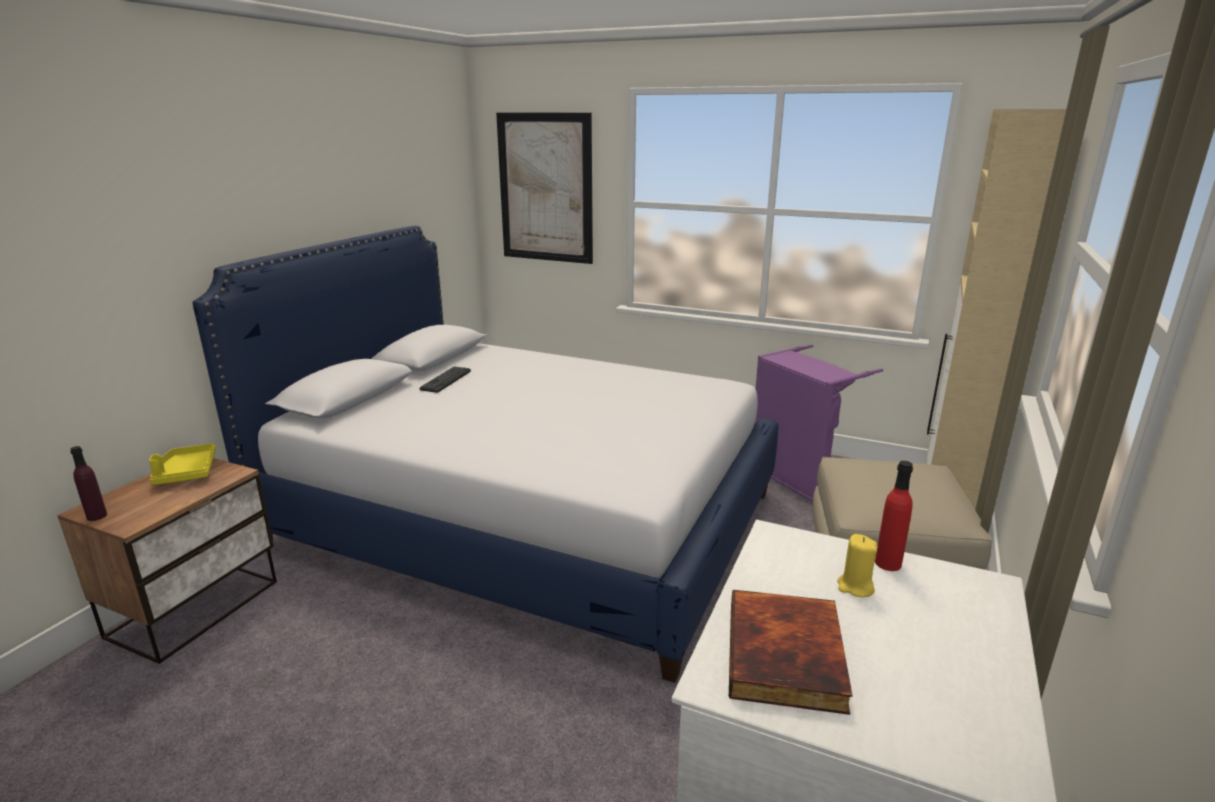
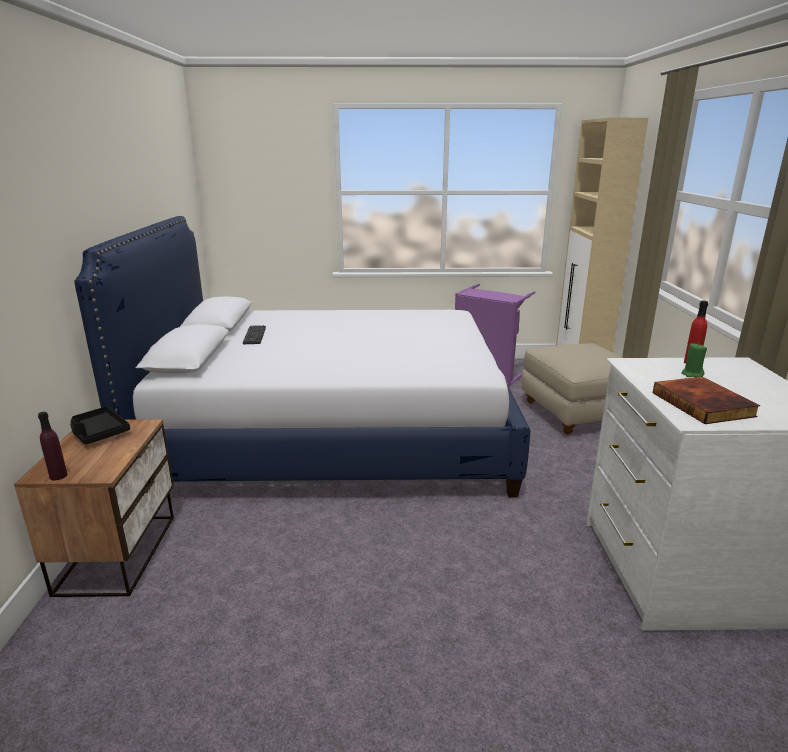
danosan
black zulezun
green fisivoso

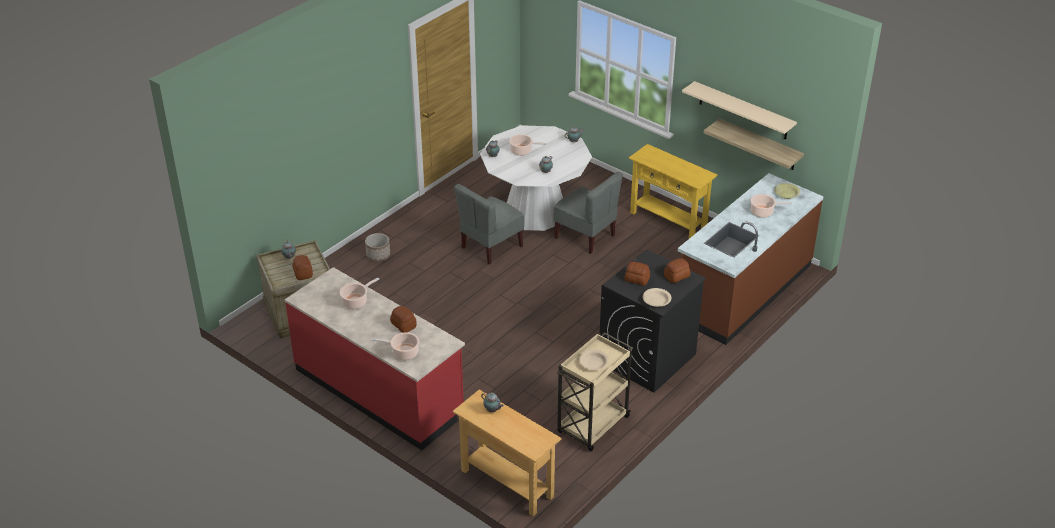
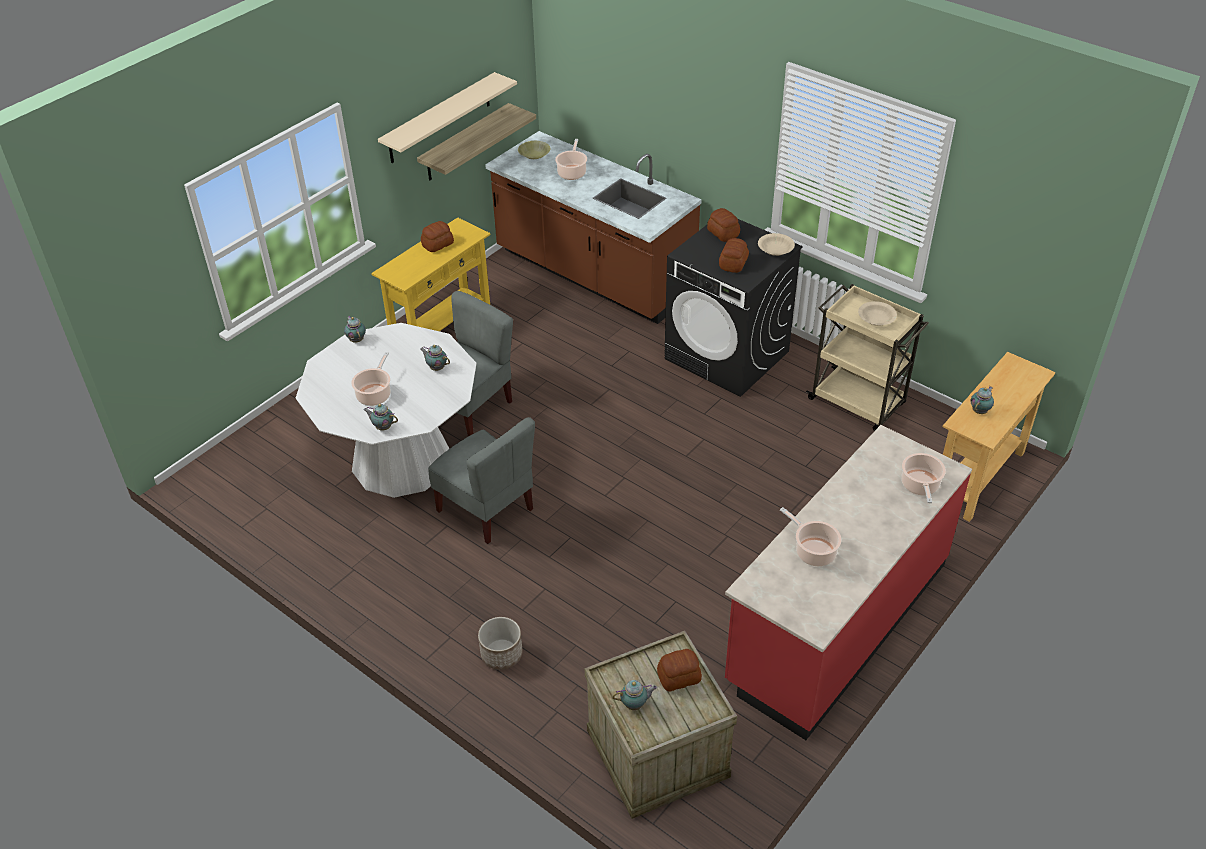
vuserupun (1st from left)

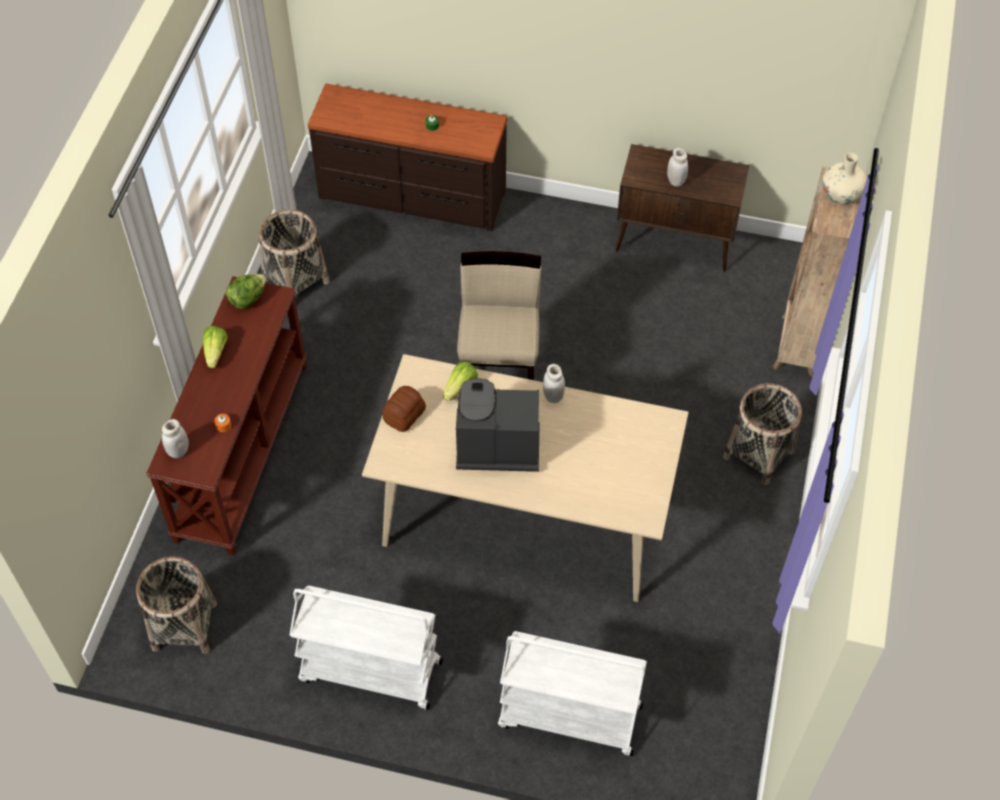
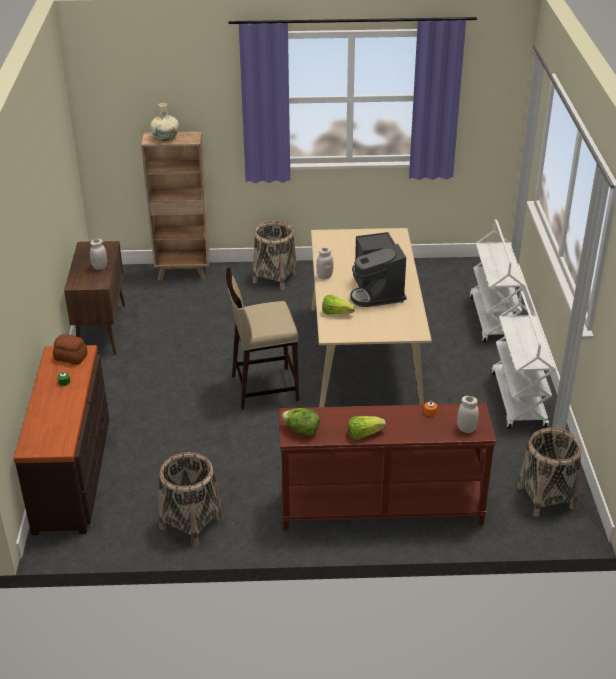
vuserupun

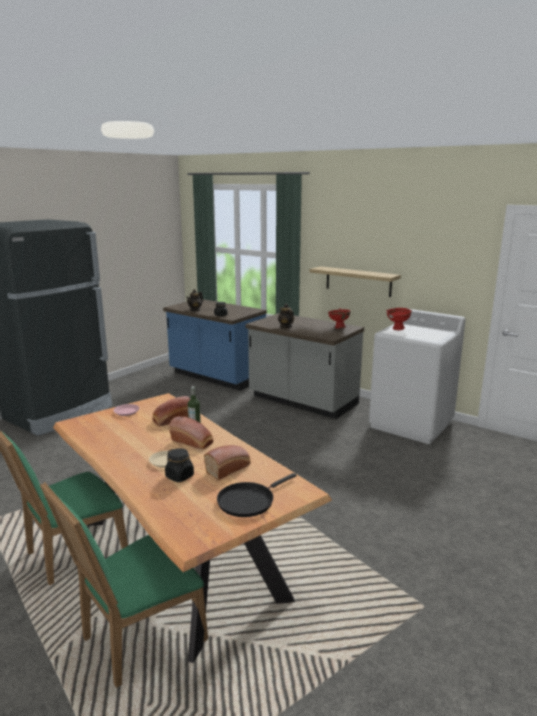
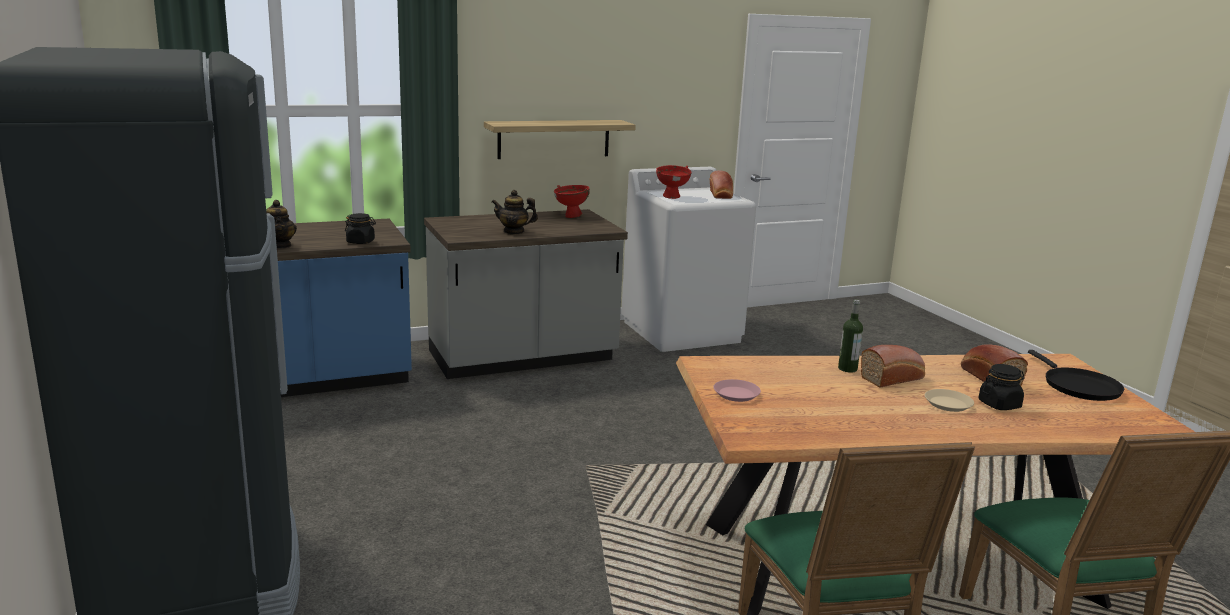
vuserupun (1st from left)

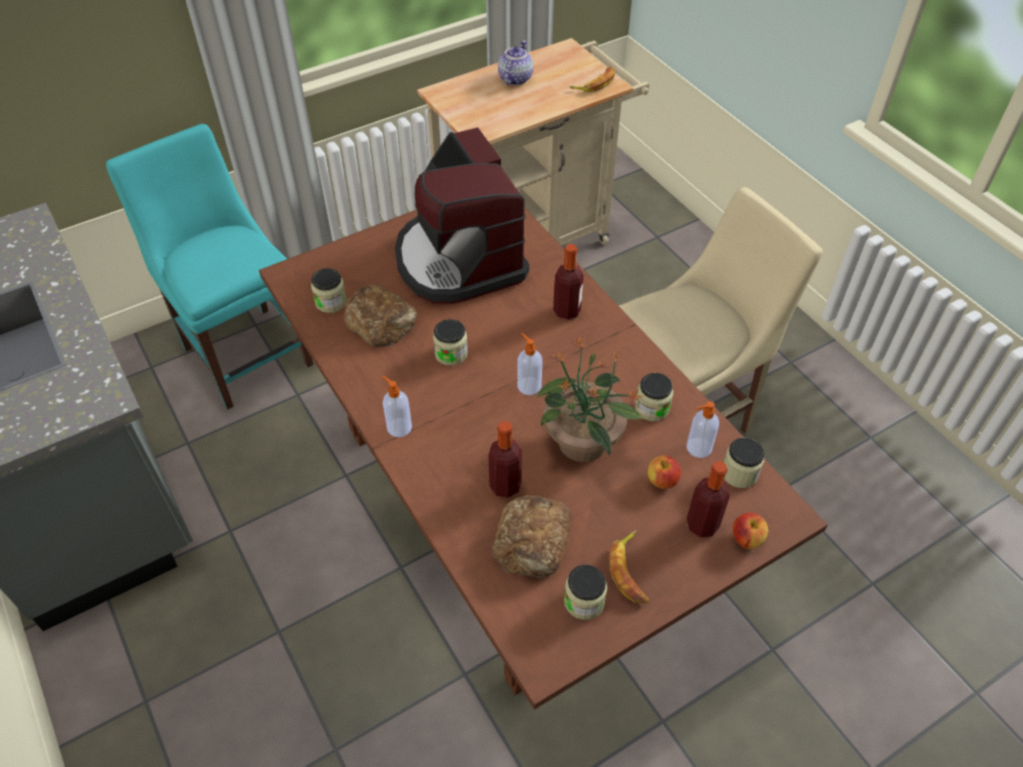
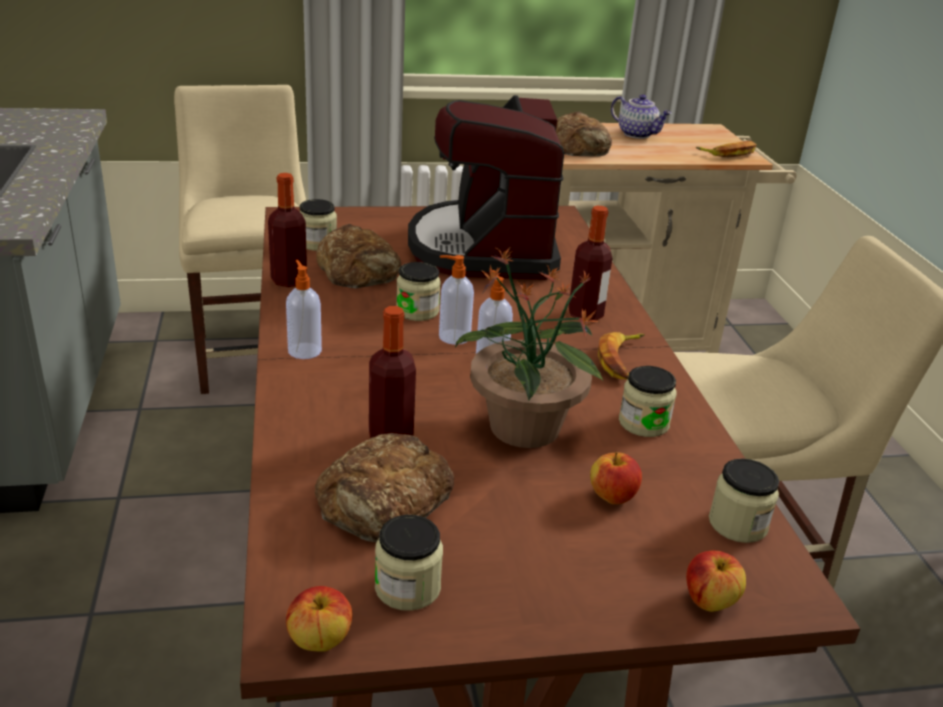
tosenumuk (1st from left)
vuserupun (3rd from left)
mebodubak (1st from left)
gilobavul (1st from left)
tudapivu (2nd from left)
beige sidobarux (1st from left)
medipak

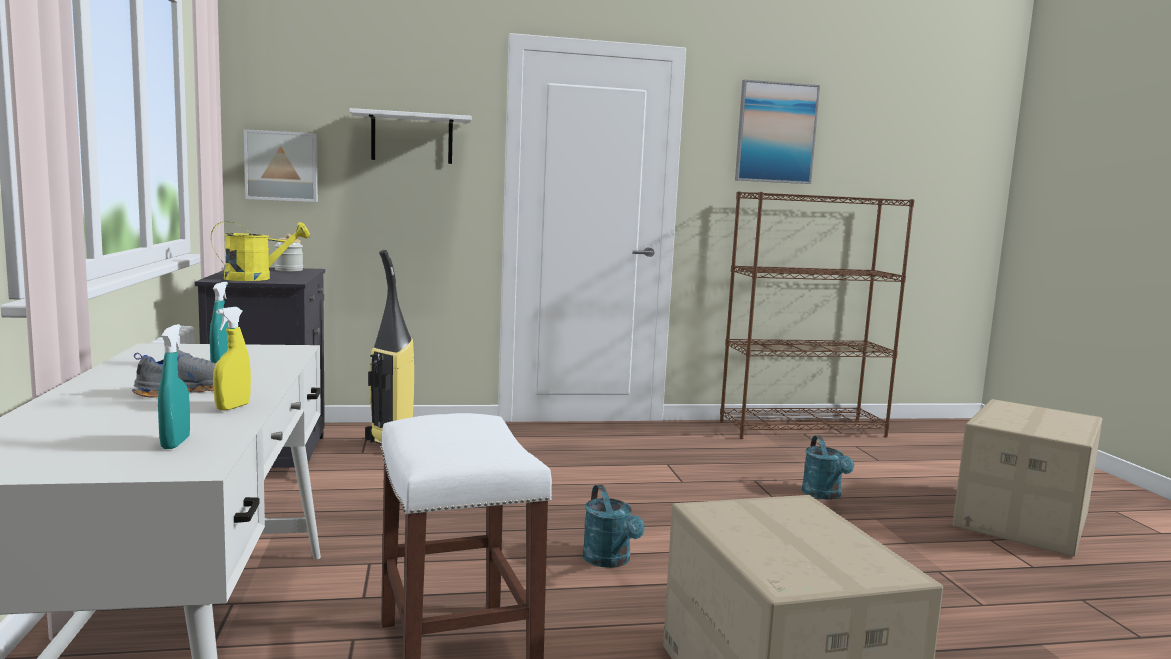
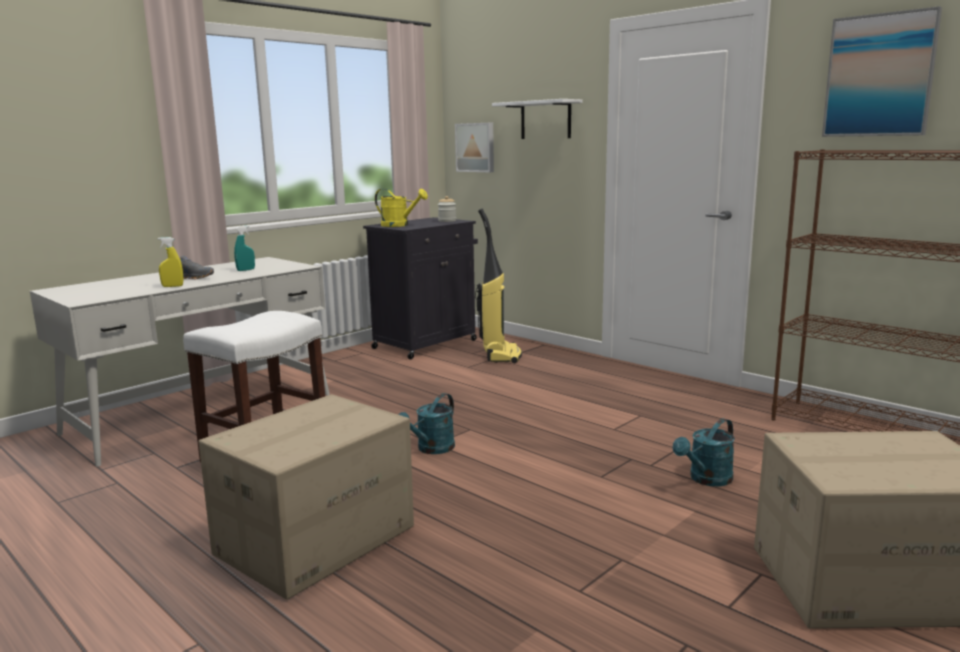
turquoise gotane (1st from left in the first image)

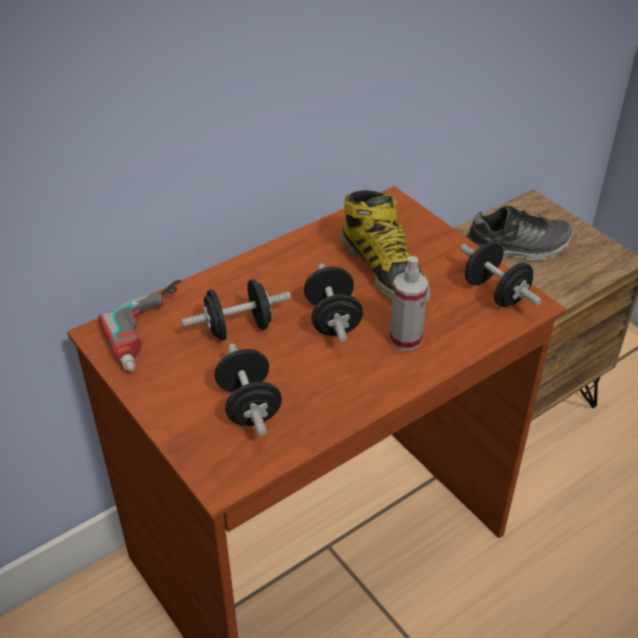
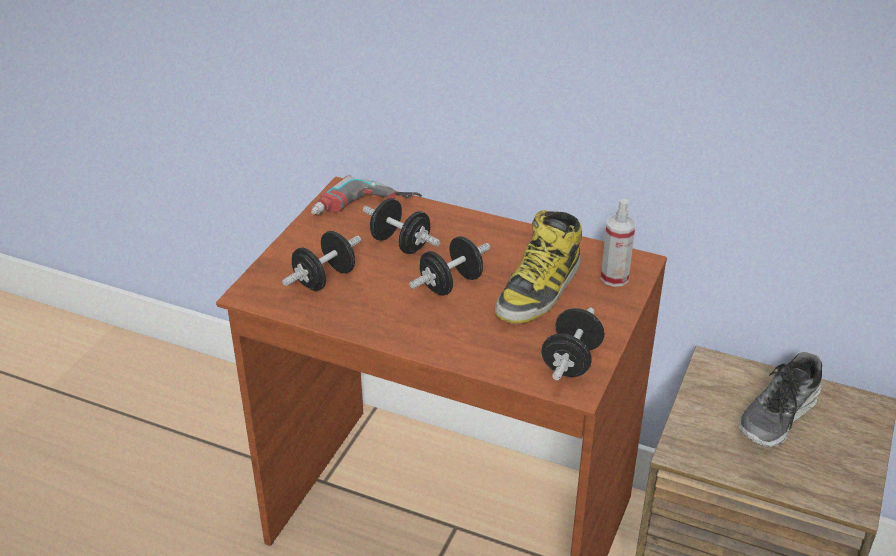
gotane
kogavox

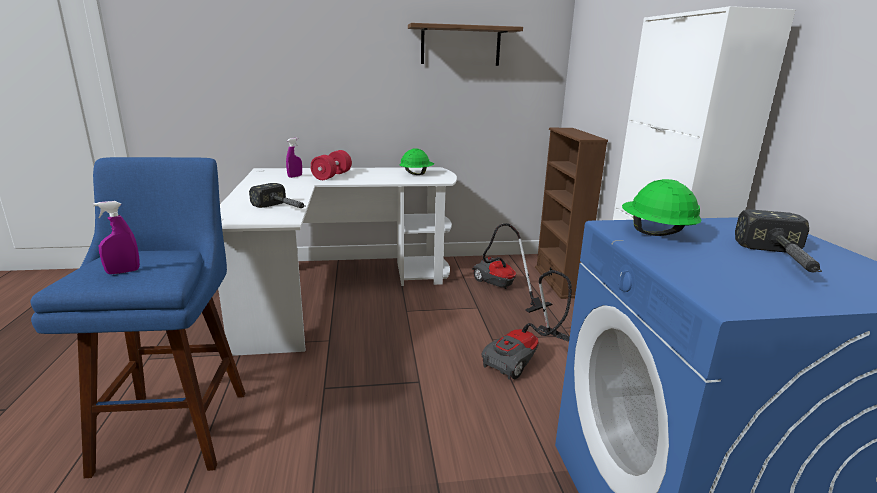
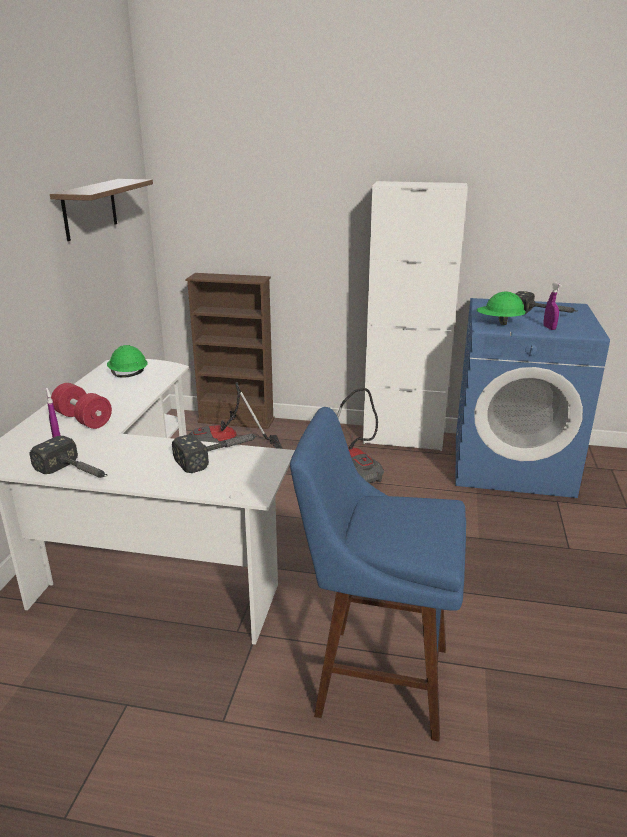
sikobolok (1st from left)
purple gotane (2nd from left)

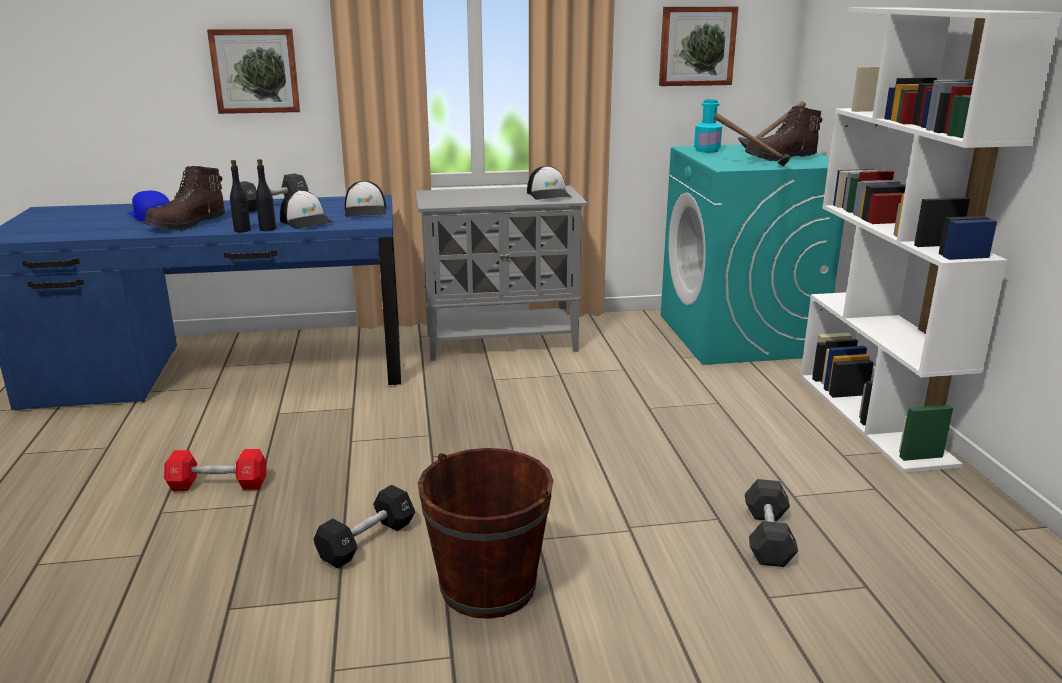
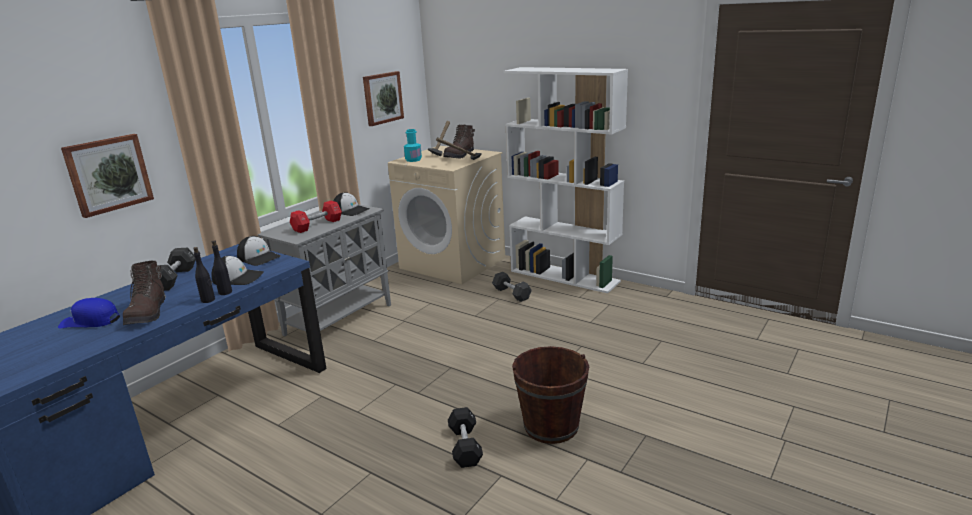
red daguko
black daguko (3rd from left)
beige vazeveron

